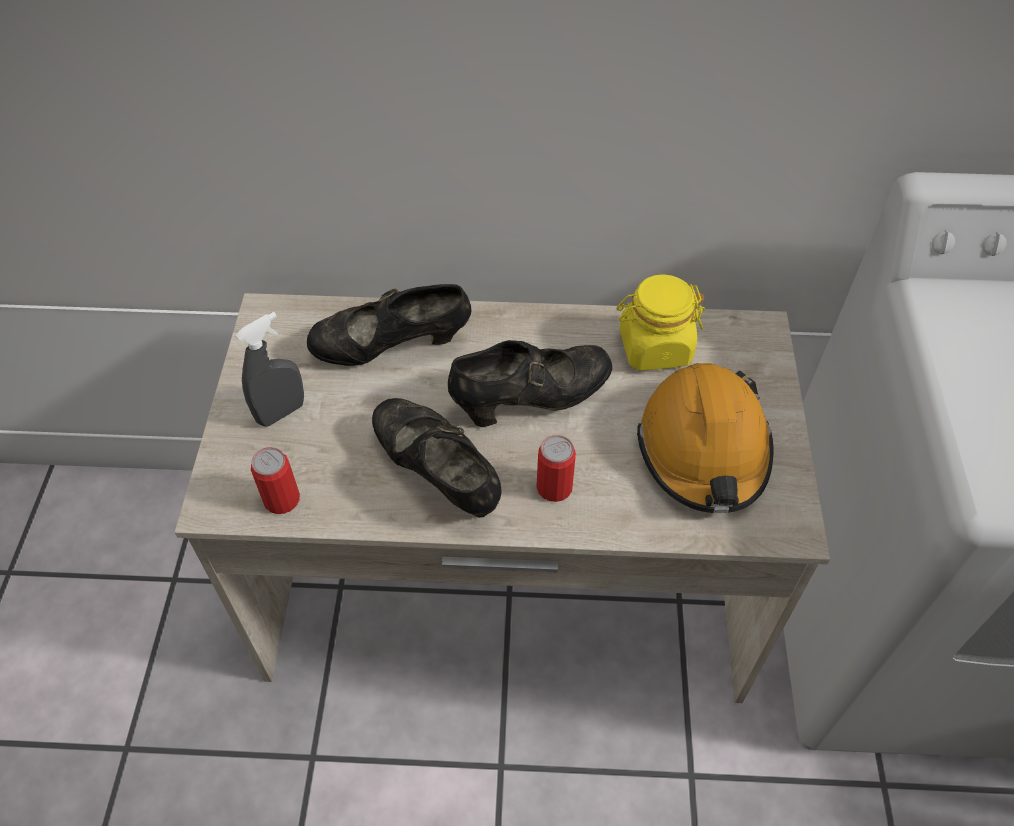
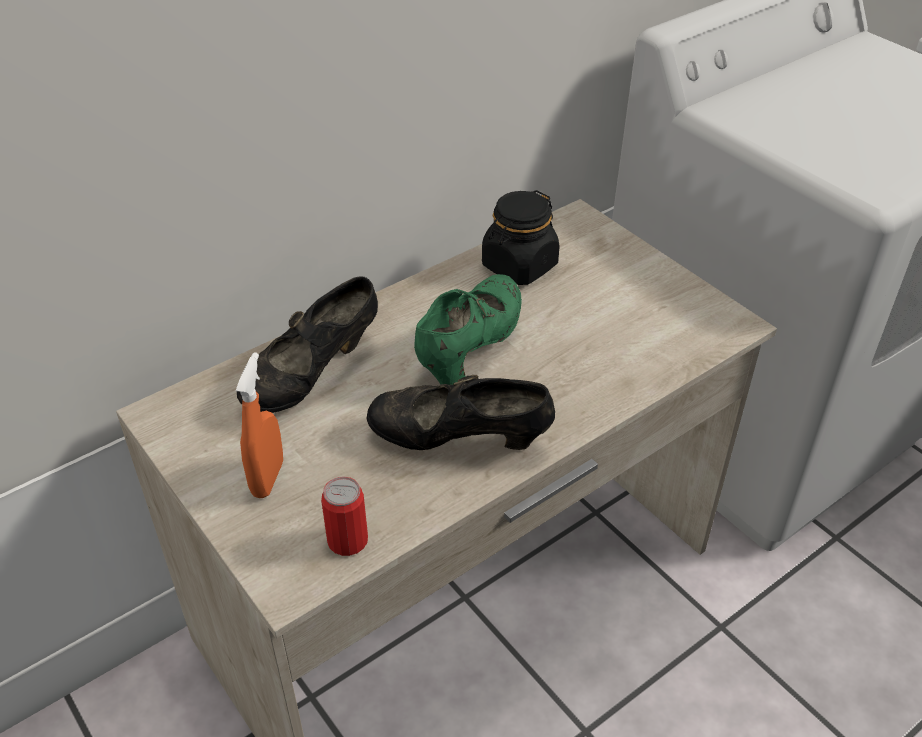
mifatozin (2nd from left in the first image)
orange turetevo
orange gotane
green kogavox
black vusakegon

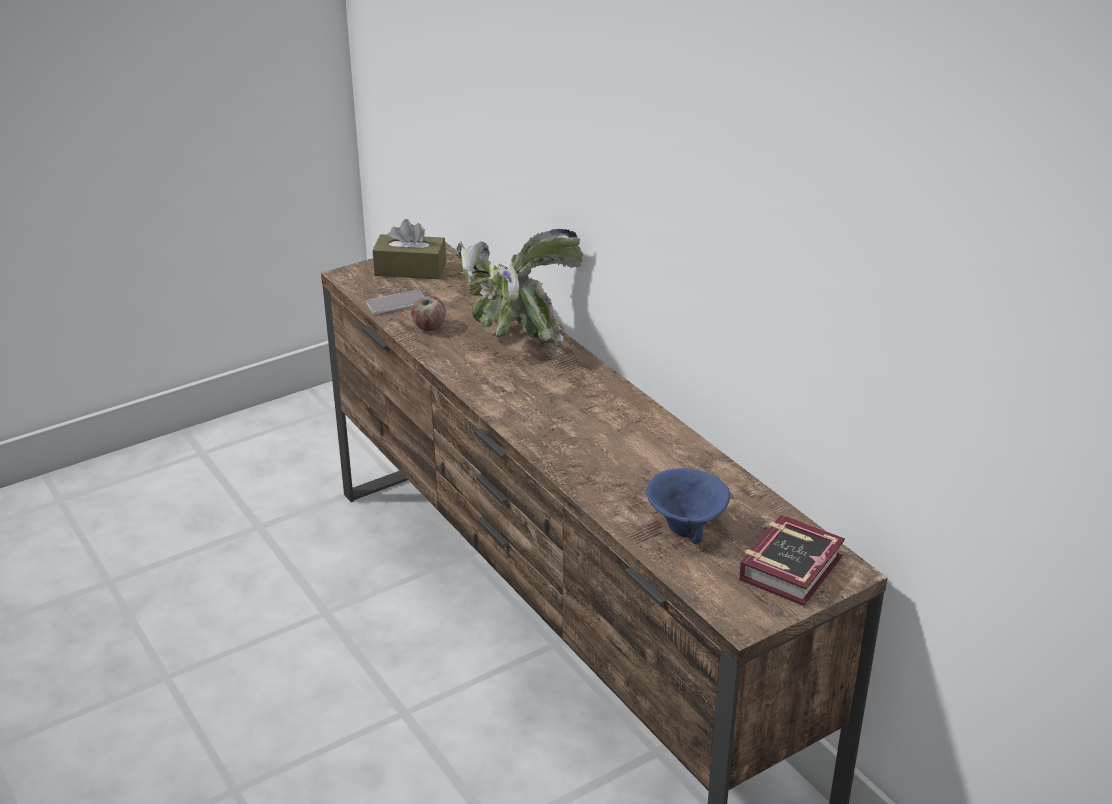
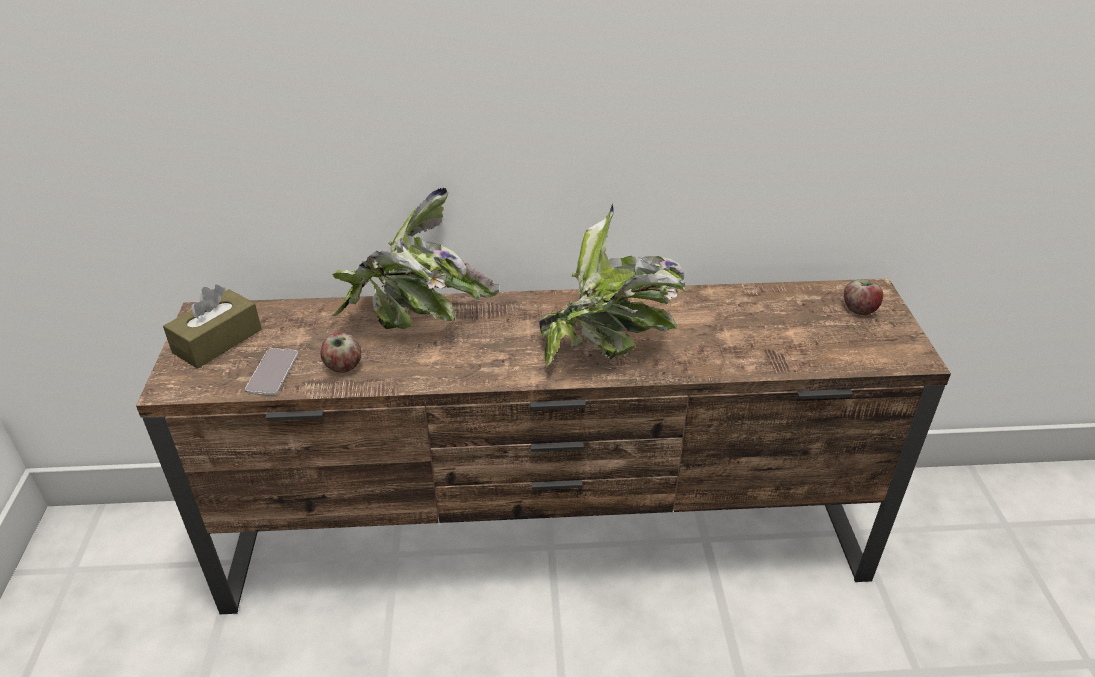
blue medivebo
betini (2nd from left)
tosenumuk (2nd from left)

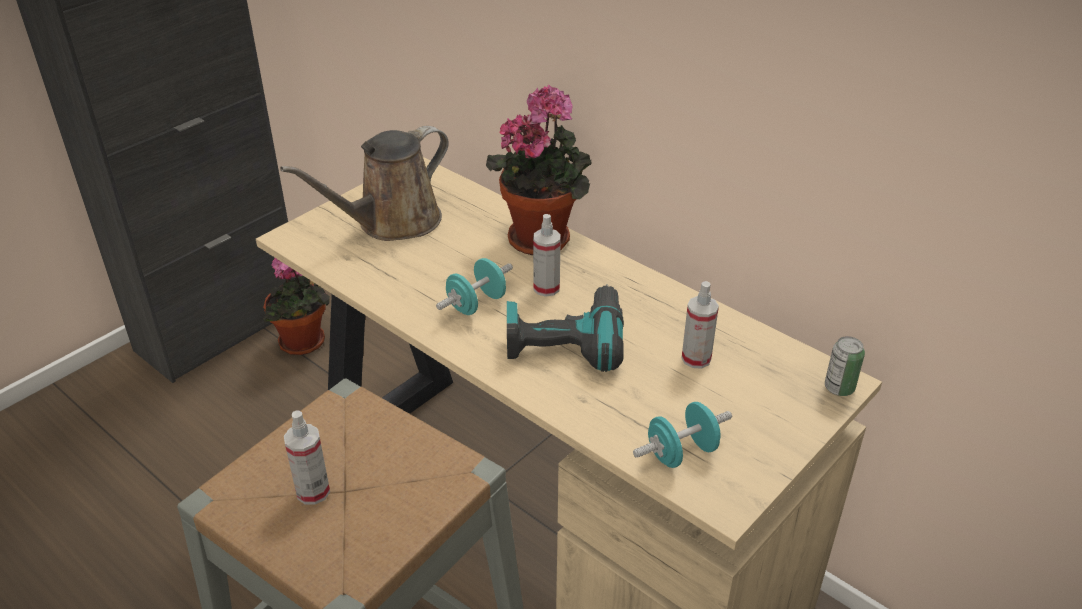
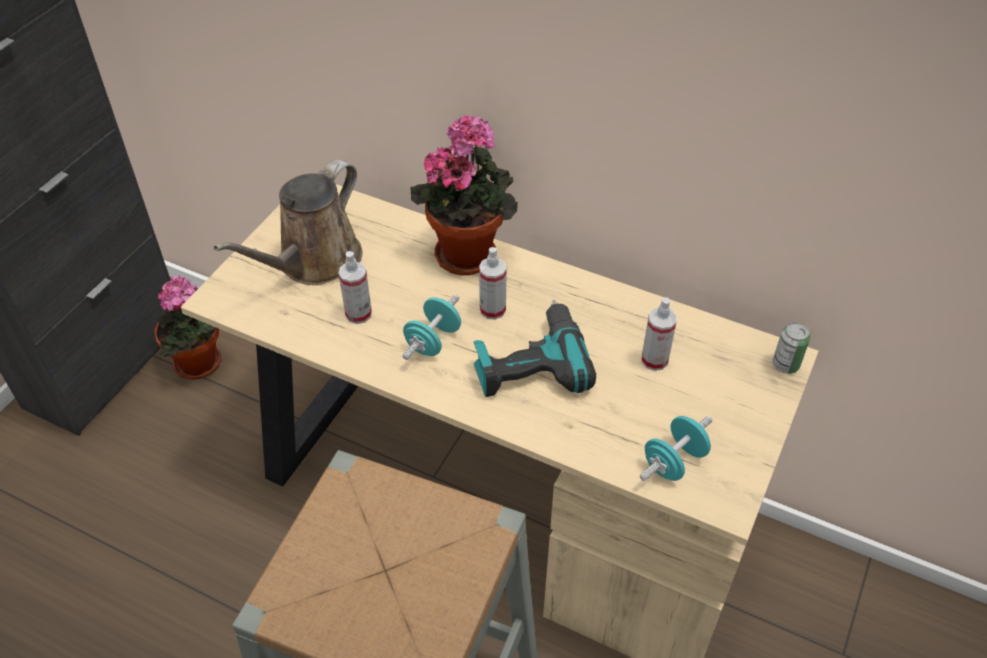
gotane (1st from left)

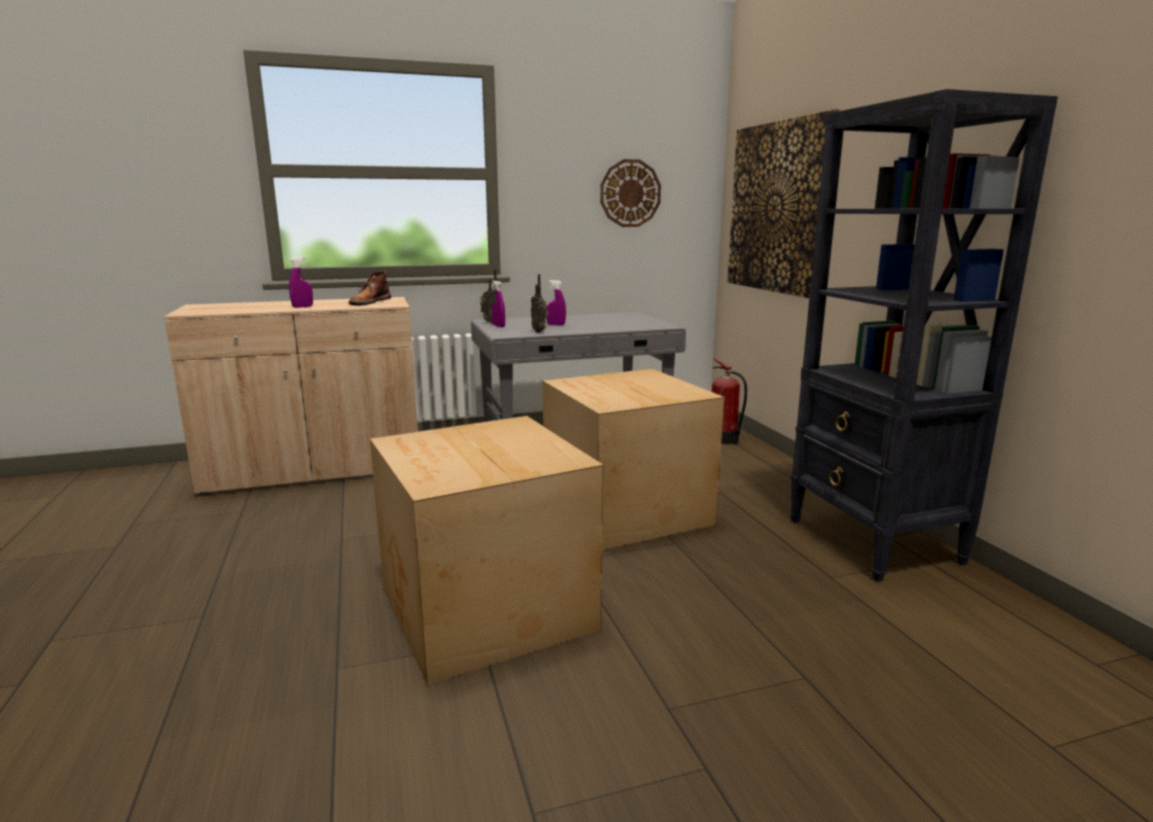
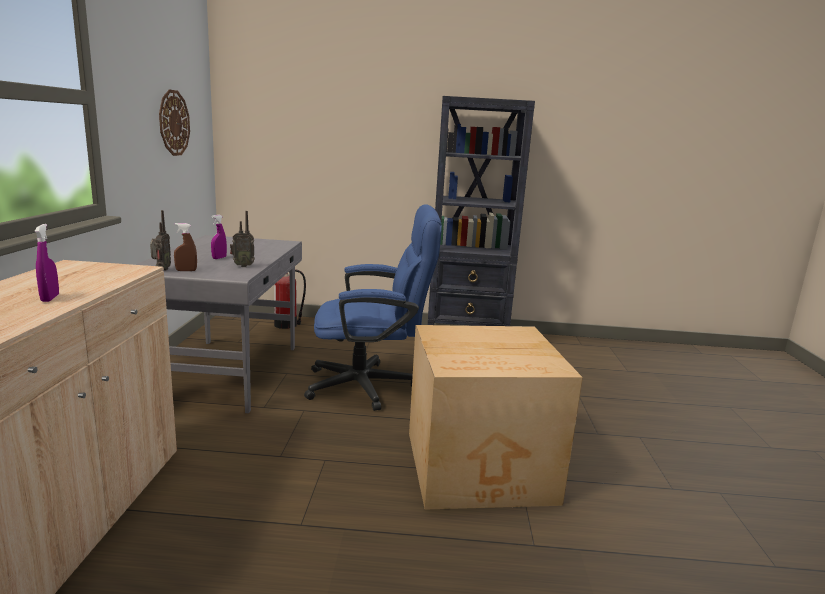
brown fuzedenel
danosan
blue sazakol
brown gotane

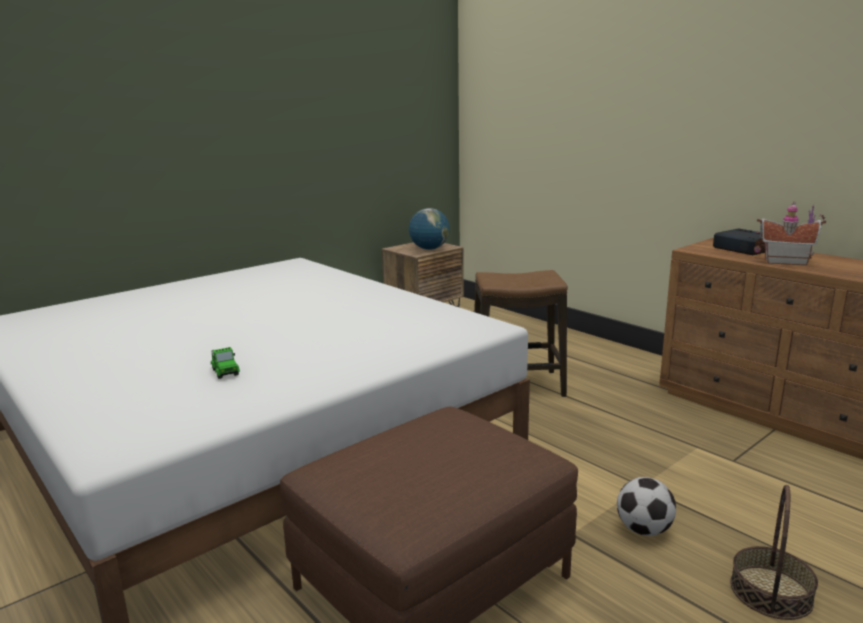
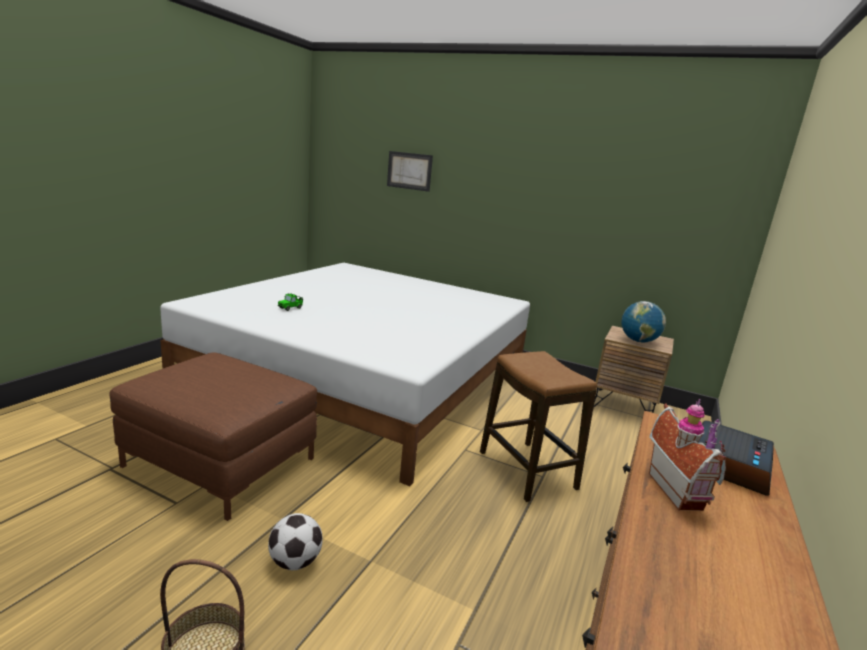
danosan

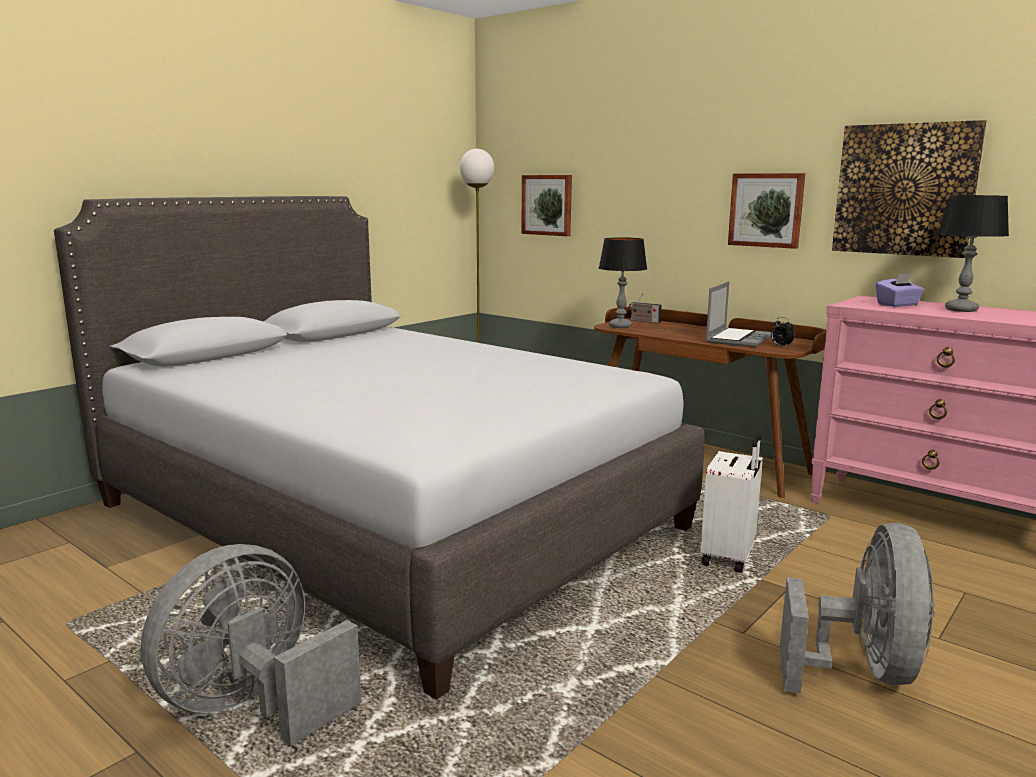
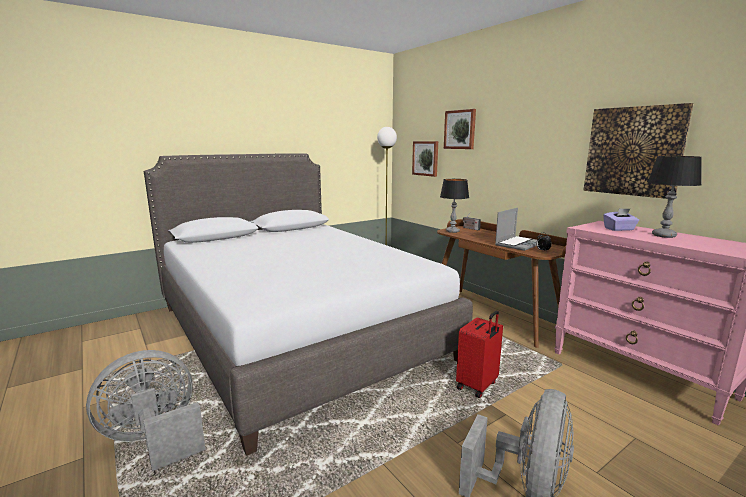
danosan (2nd from left)
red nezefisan

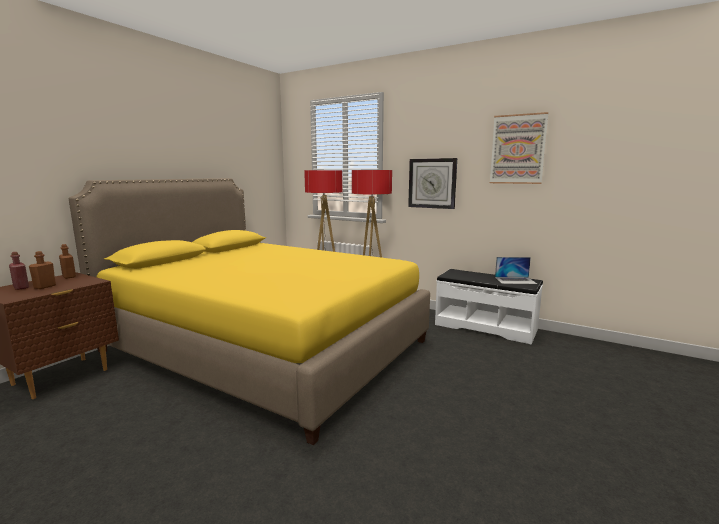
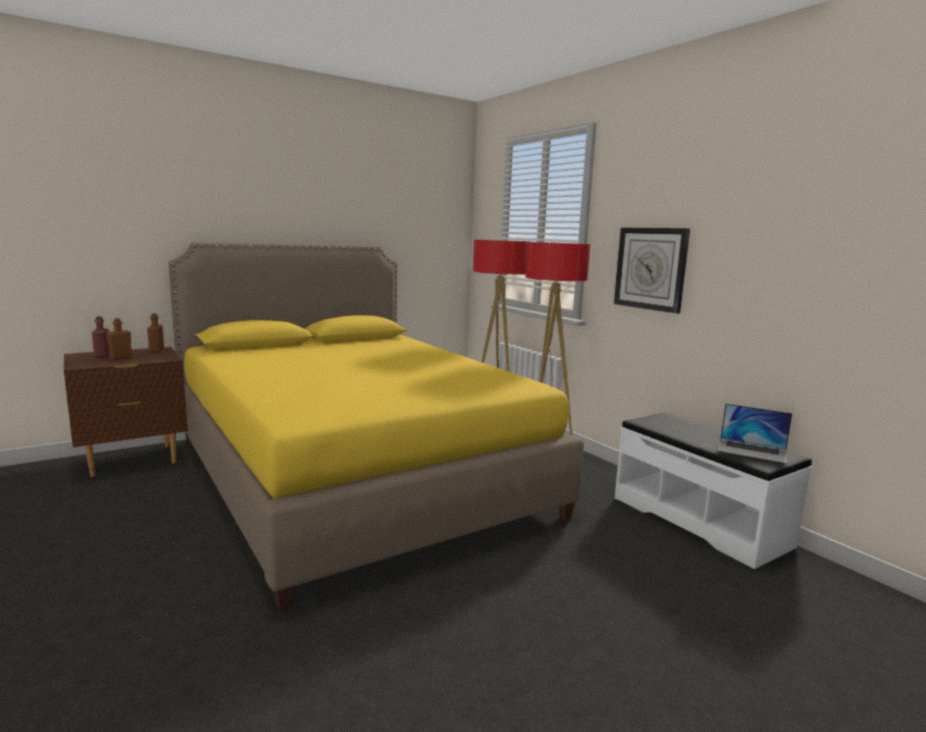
danosan

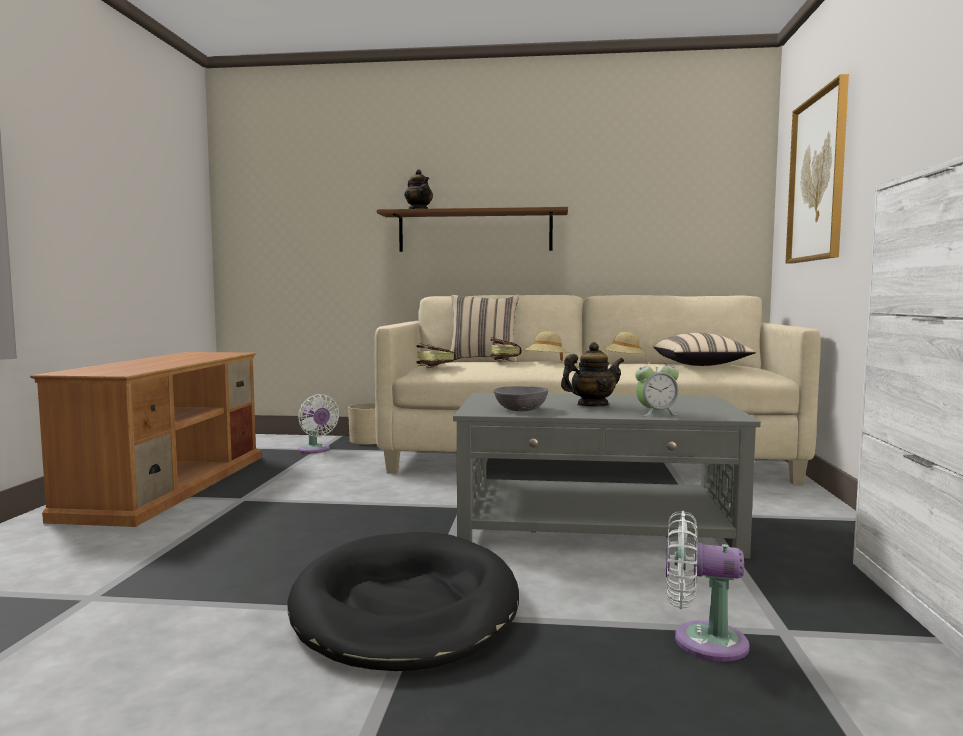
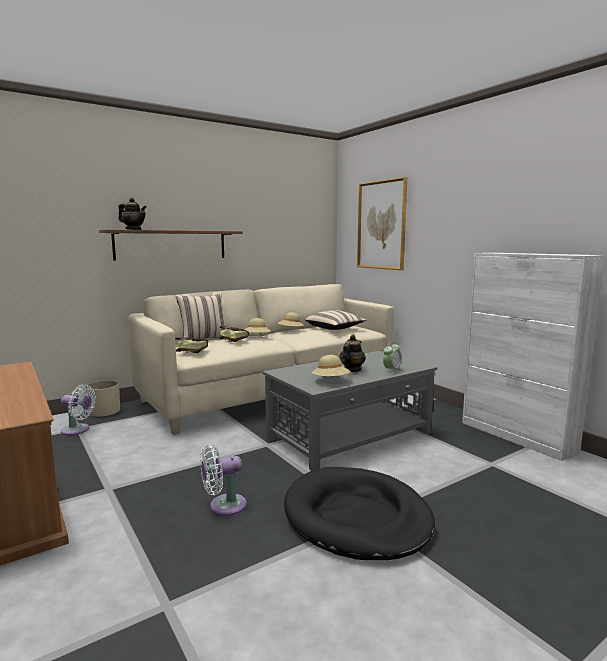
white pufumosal (2nd from left)
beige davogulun (3rd from left)

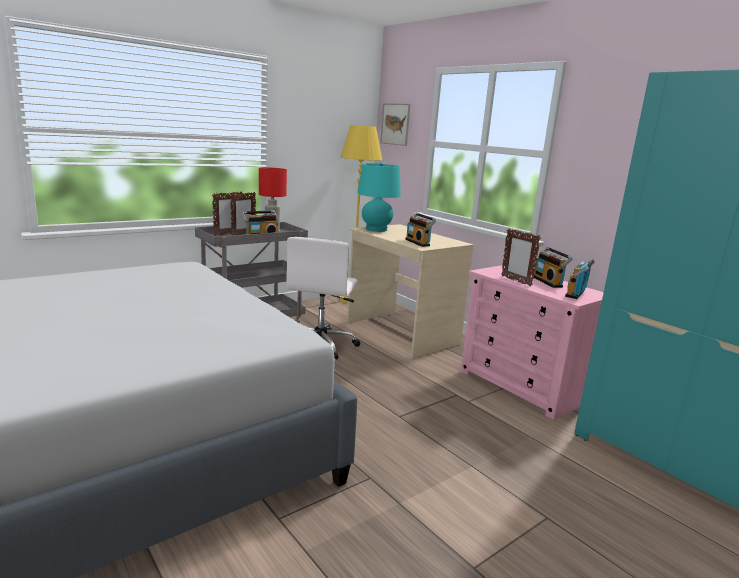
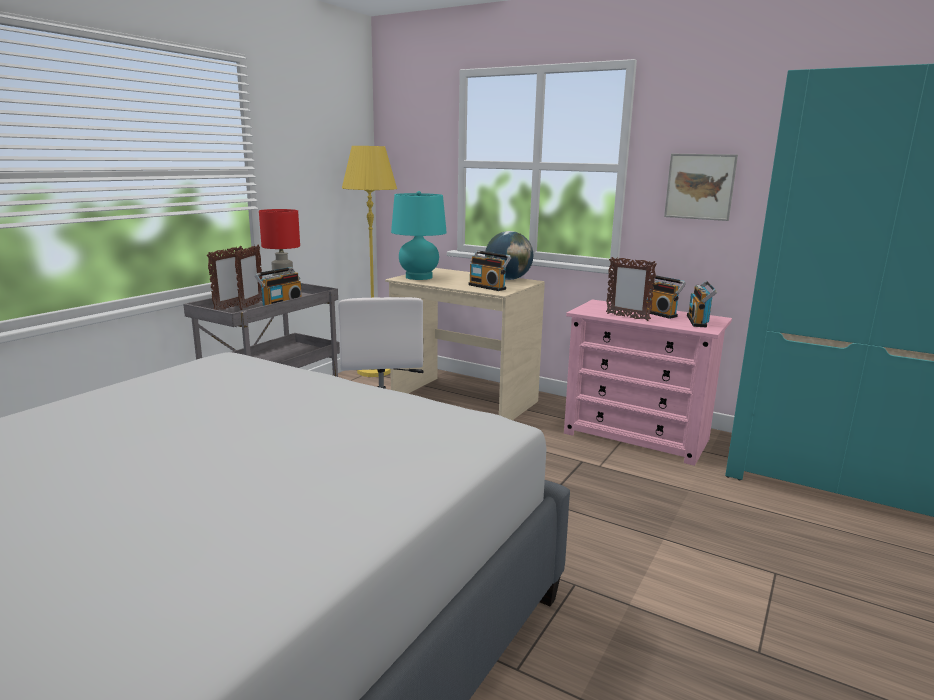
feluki
danosan

